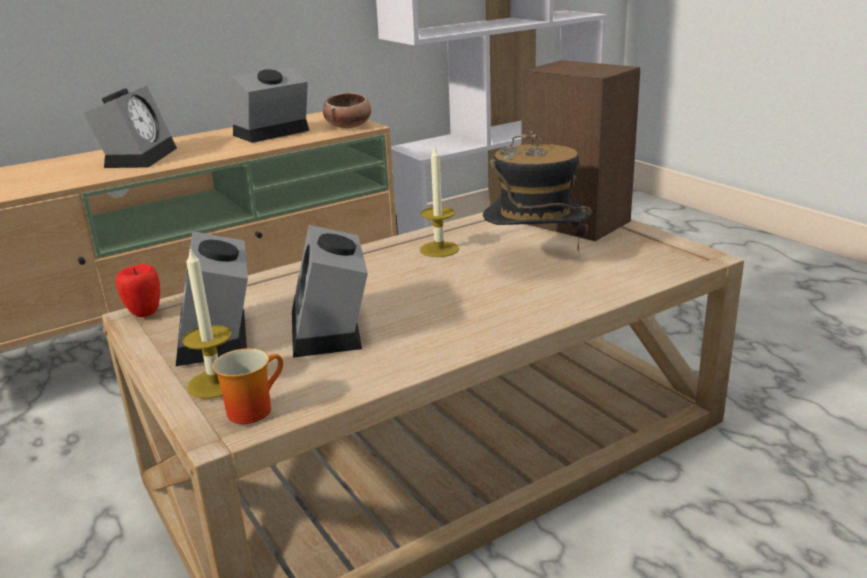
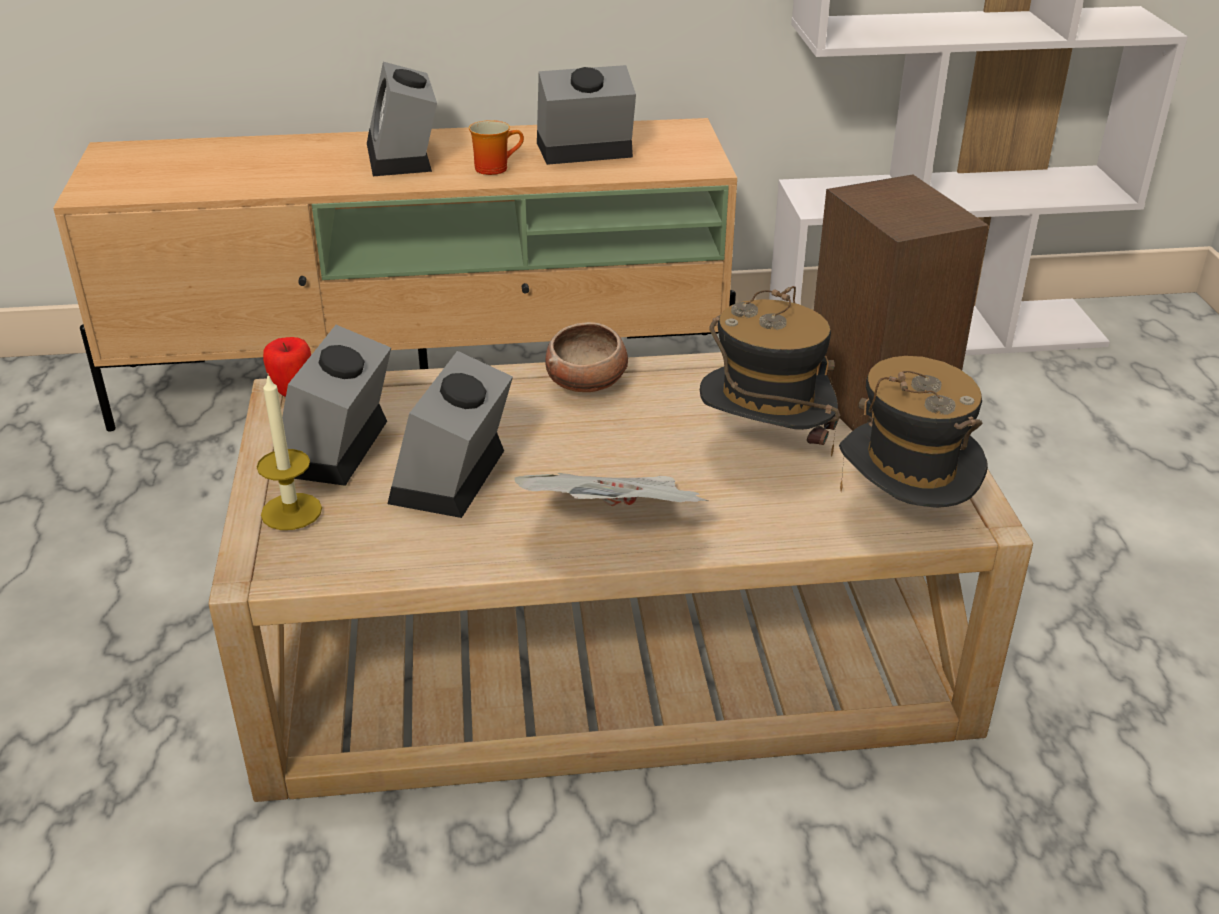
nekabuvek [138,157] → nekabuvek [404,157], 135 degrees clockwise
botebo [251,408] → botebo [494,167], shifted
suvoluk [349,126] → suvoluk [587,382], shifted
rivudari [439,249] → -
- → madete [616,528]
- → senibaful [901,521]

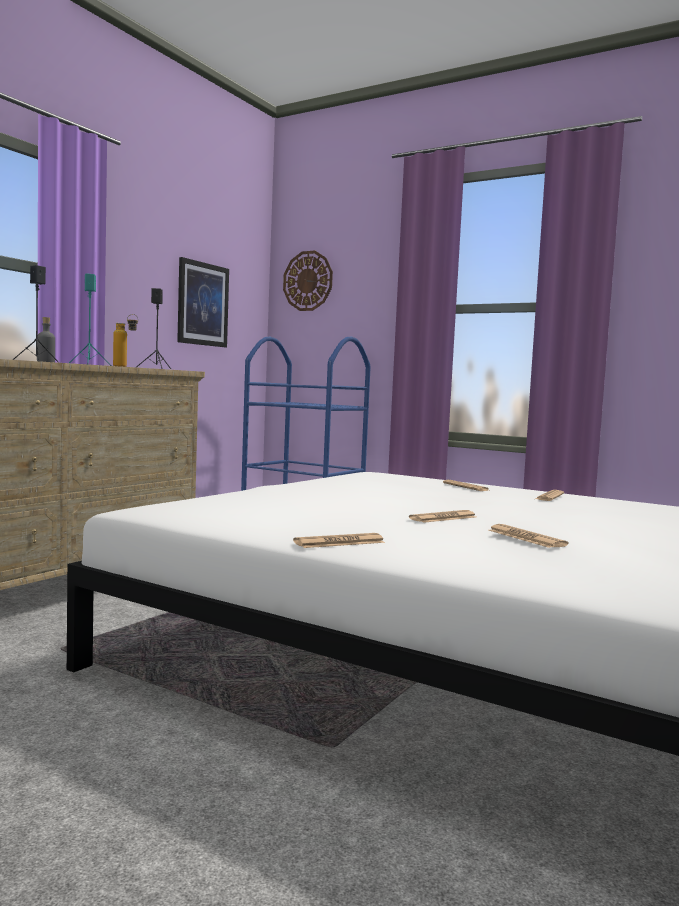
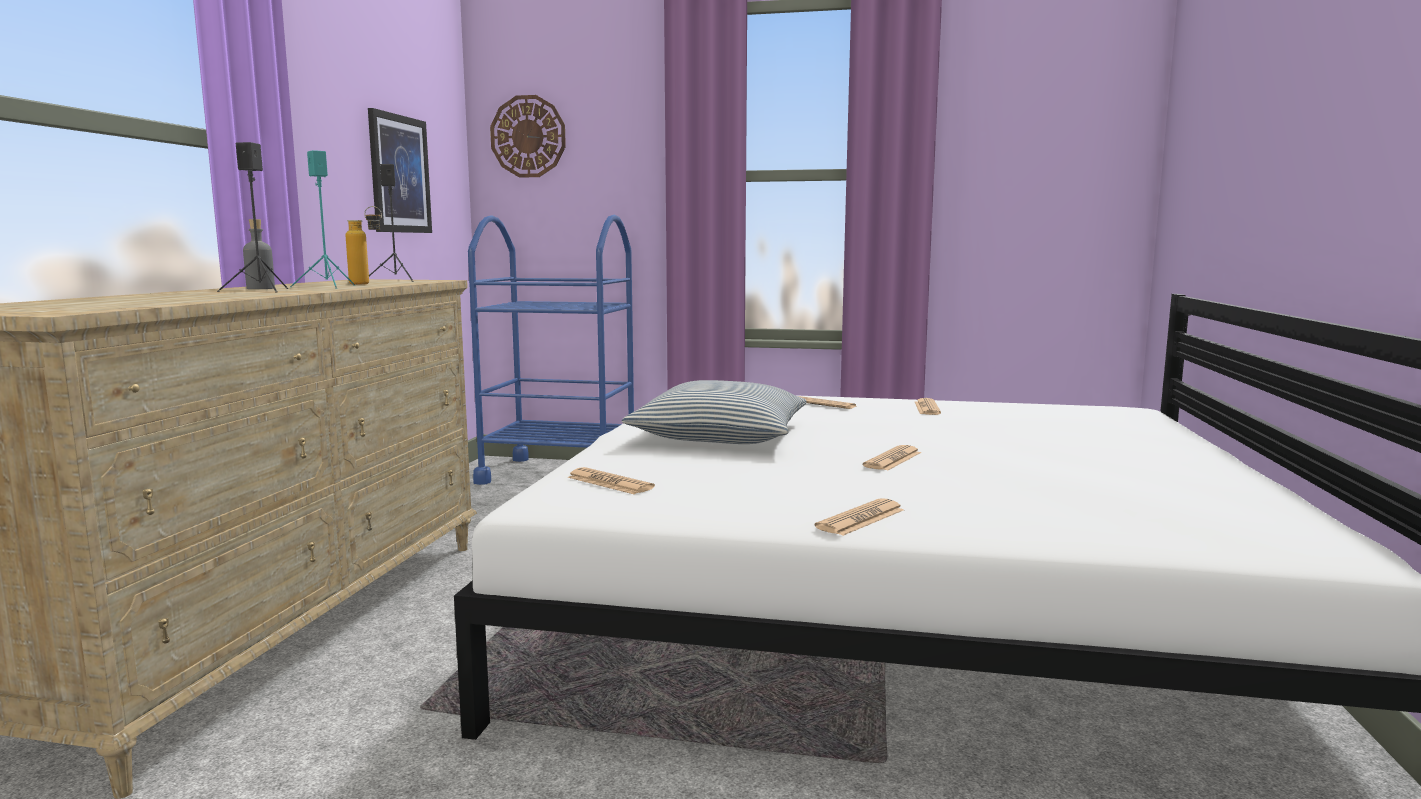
madete [526,538] → madete [609,483], shifted
- → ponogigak [720,435]

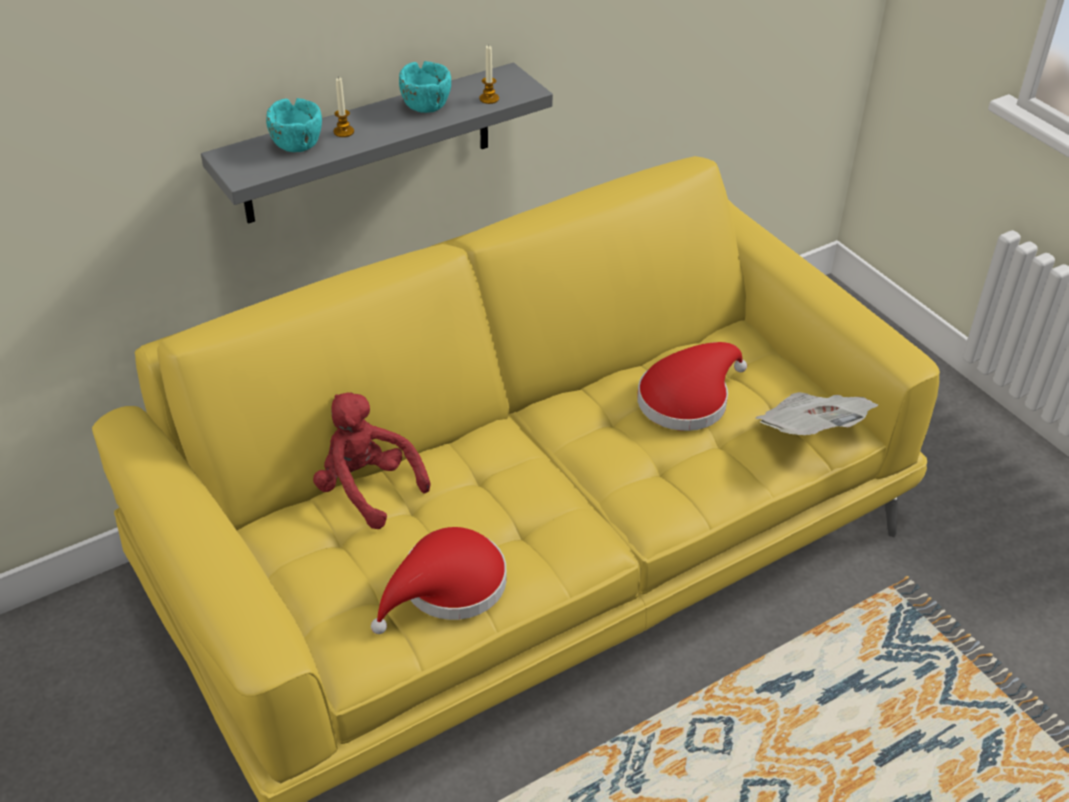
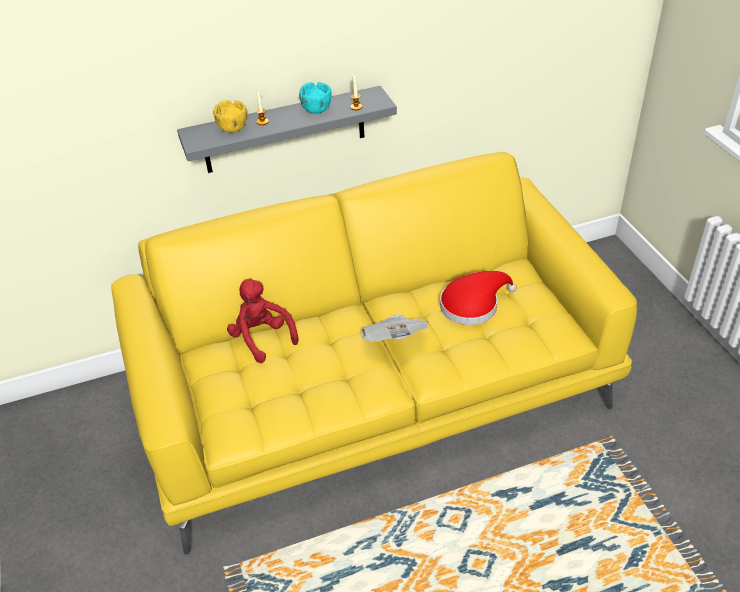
turquoise_suvoluk [297,145] → yellow_suvoluk [232,128]
red_senibaful [447,588] → -
madete [810,433] → madete [394,341], shifted

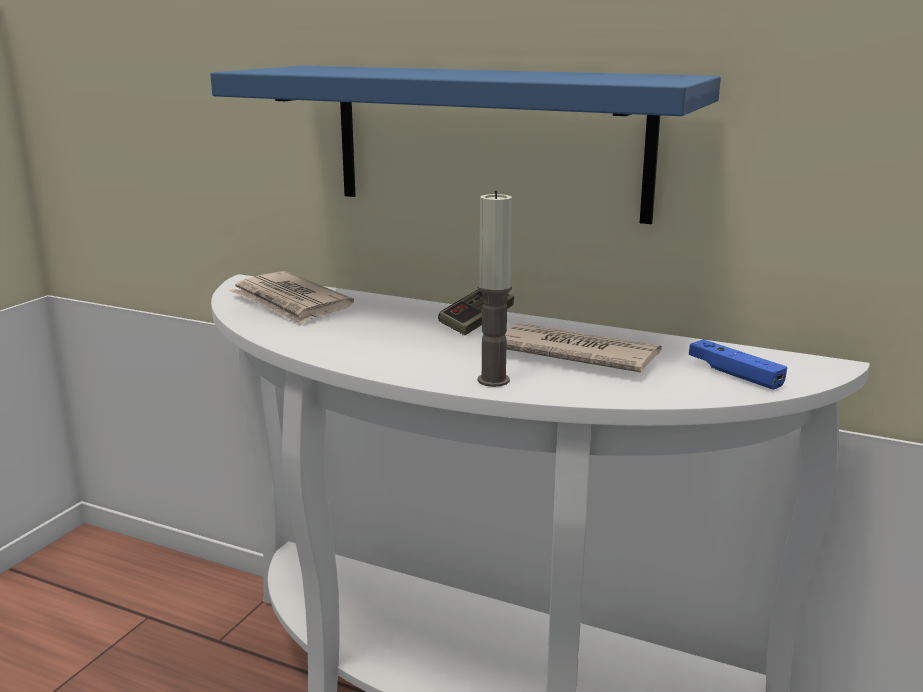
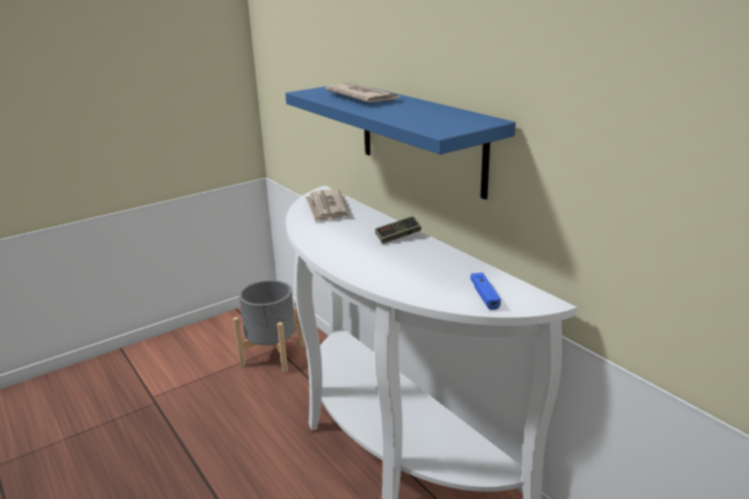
rivudari [493,380] → -
madete [575,354] → madete [363,97], shifted
- → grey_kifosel [272,355]

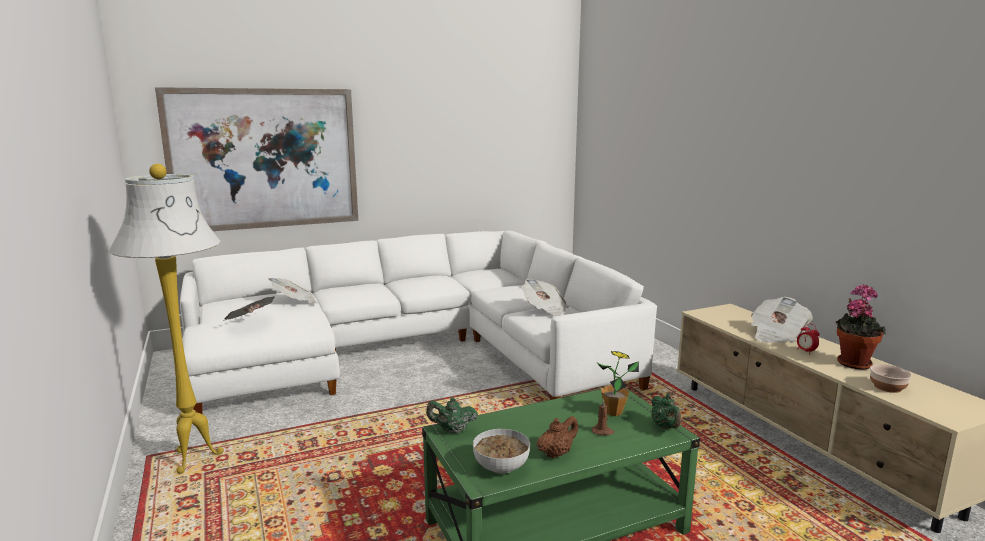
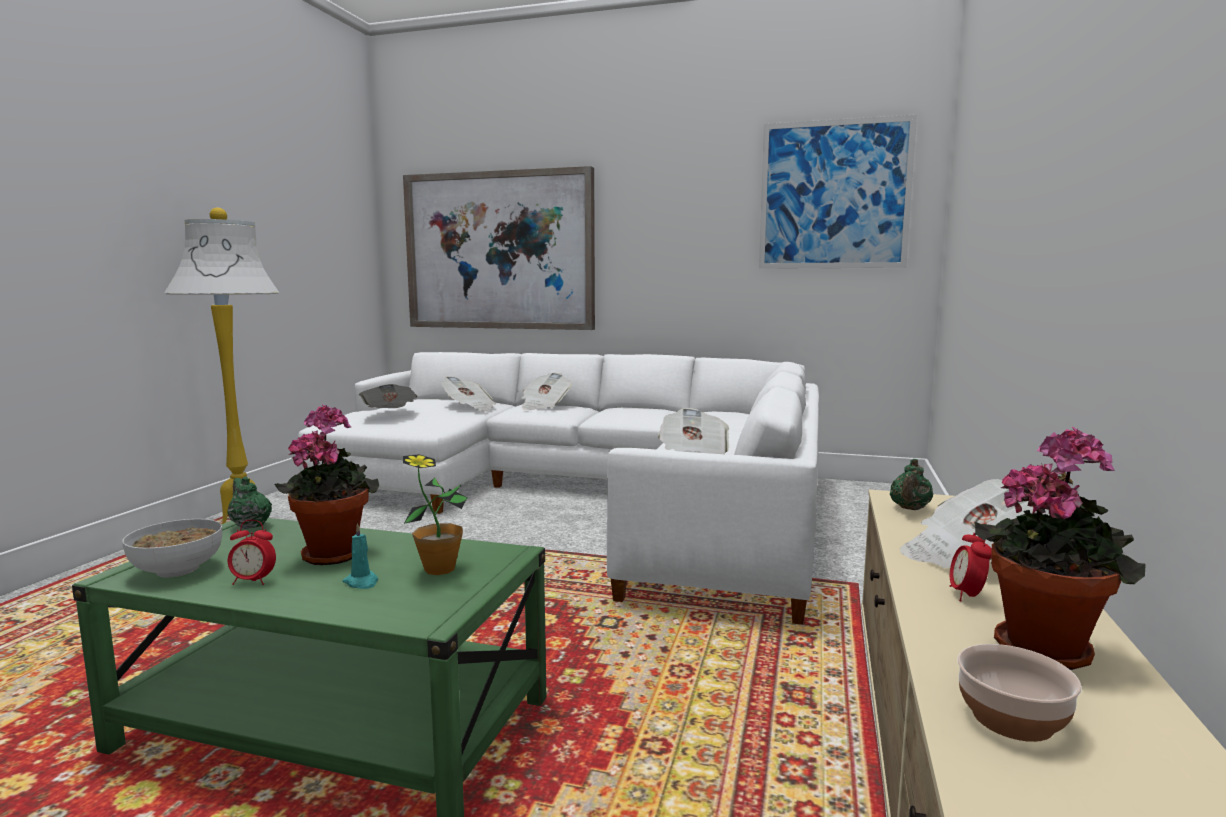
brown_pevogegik [556,453] → nekabuvek [253,581]
brown_rivudari [603,431] → turquoise_rivudari [362,582]
green_pevogegik [665,427] → green_pevogegik [909,509], shifted
- → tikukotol [333,553]
- → madete [544,406]
- → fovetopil [834,195]

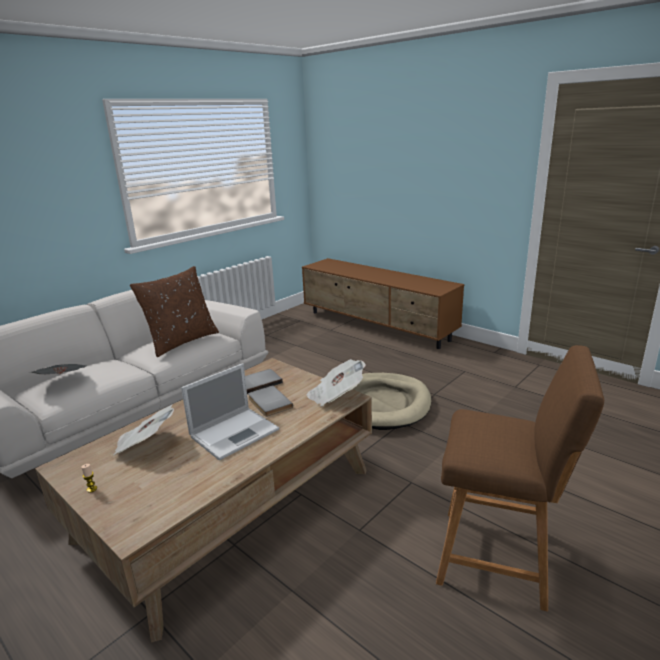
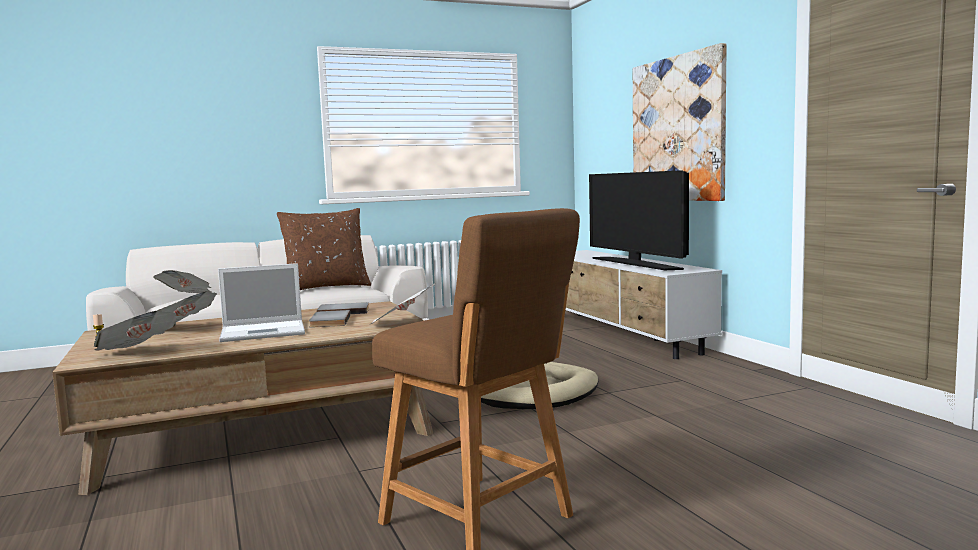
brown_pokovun [377,326] → white_pokovun [621,334]
- → madete [137,353]
- → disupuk [636,264]
- → fovetopil [677,129]

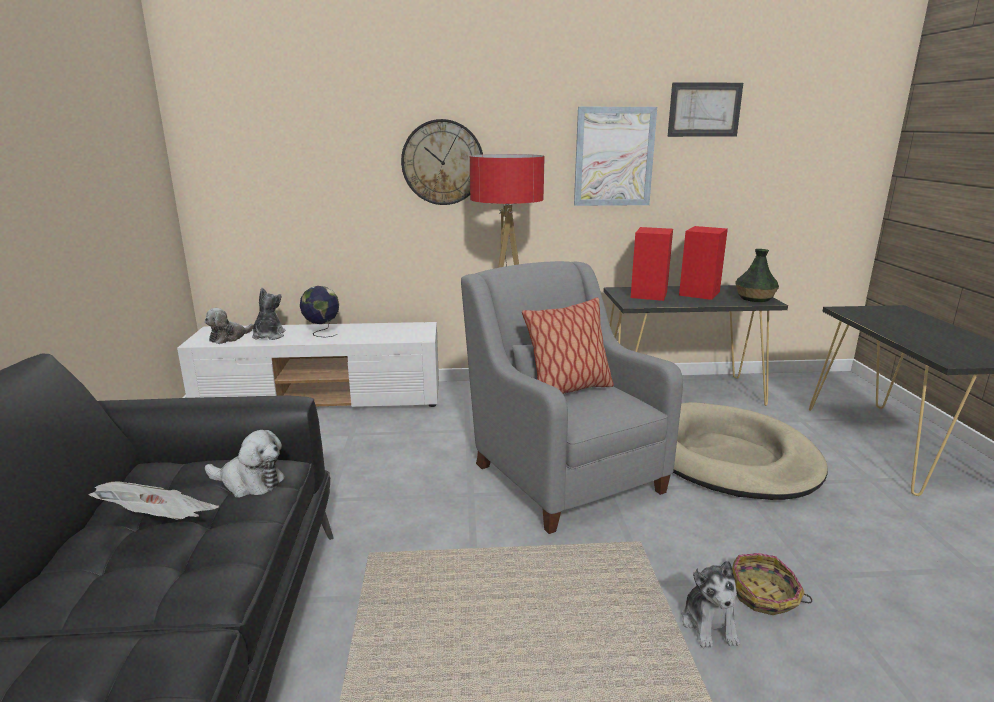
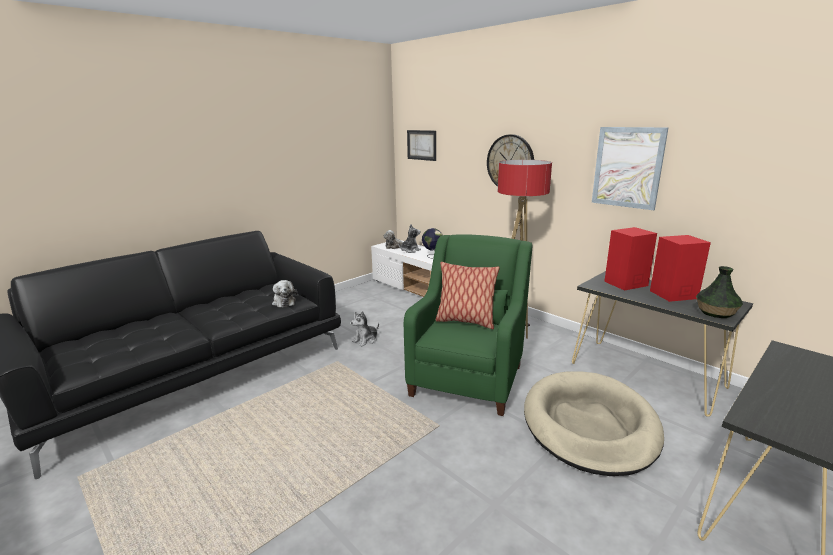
madete [162,523] → -
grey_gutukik [562,472] → green_gutukik [469,376]
fovetopil [704,109] → fovetopil [421,145], shifted
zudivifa [709,624] → zudivifa [366,340], shifted
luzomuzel [764,596] → -

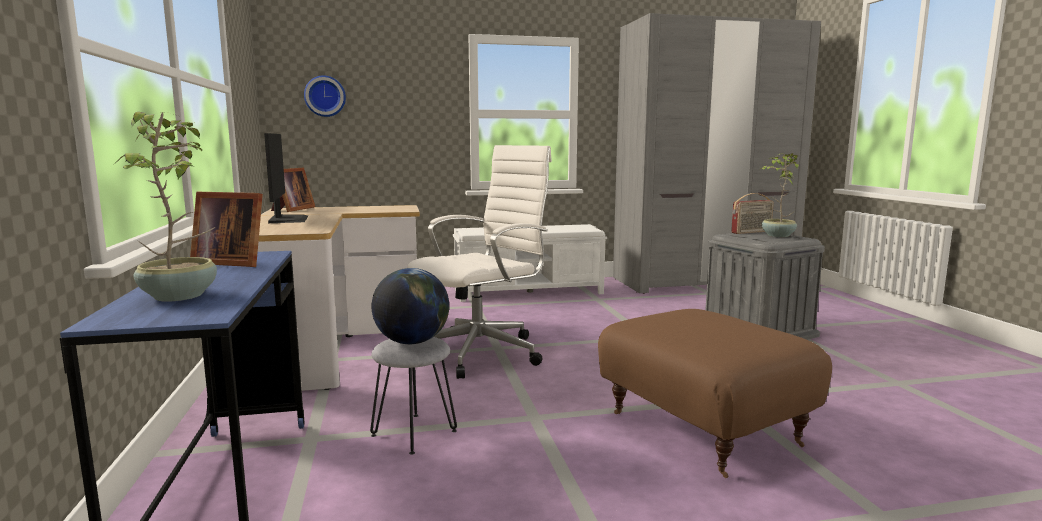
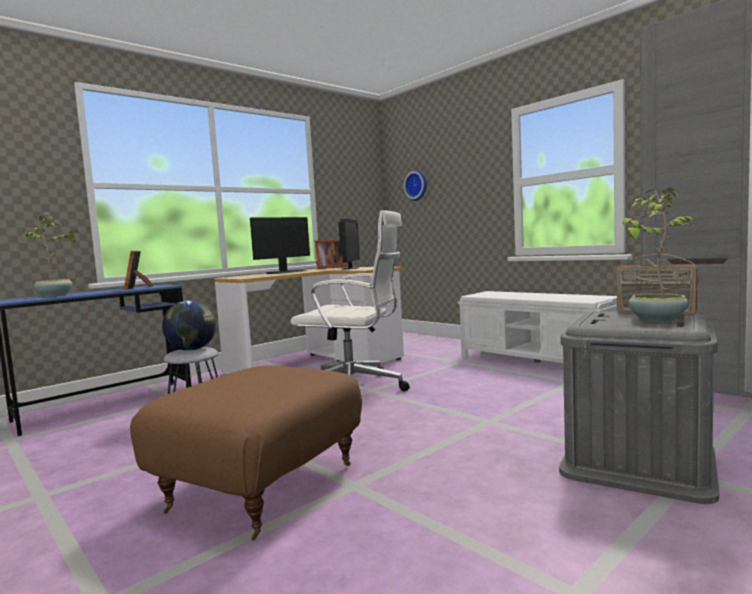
- → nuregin [350,268]

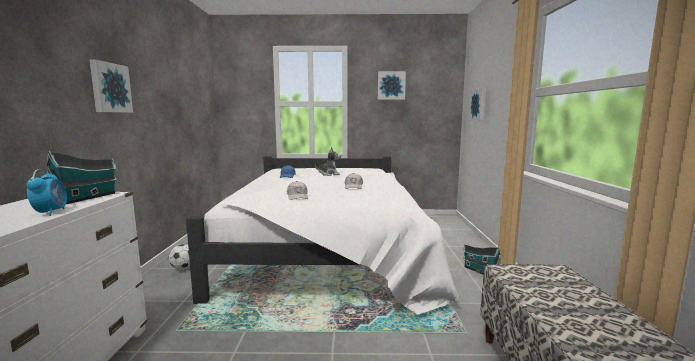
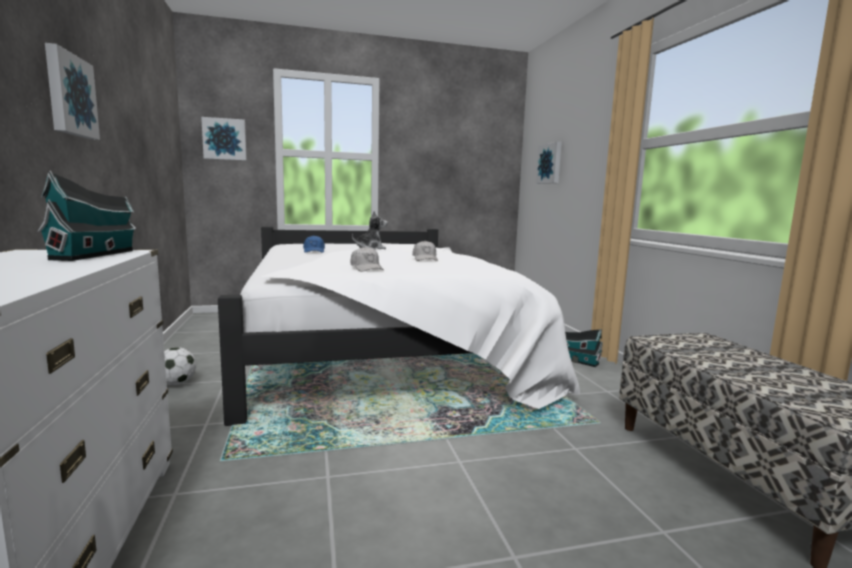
nekabuvek [51,212] → -
fovetopil [391,85] → fovetopil [224,139], shifted

